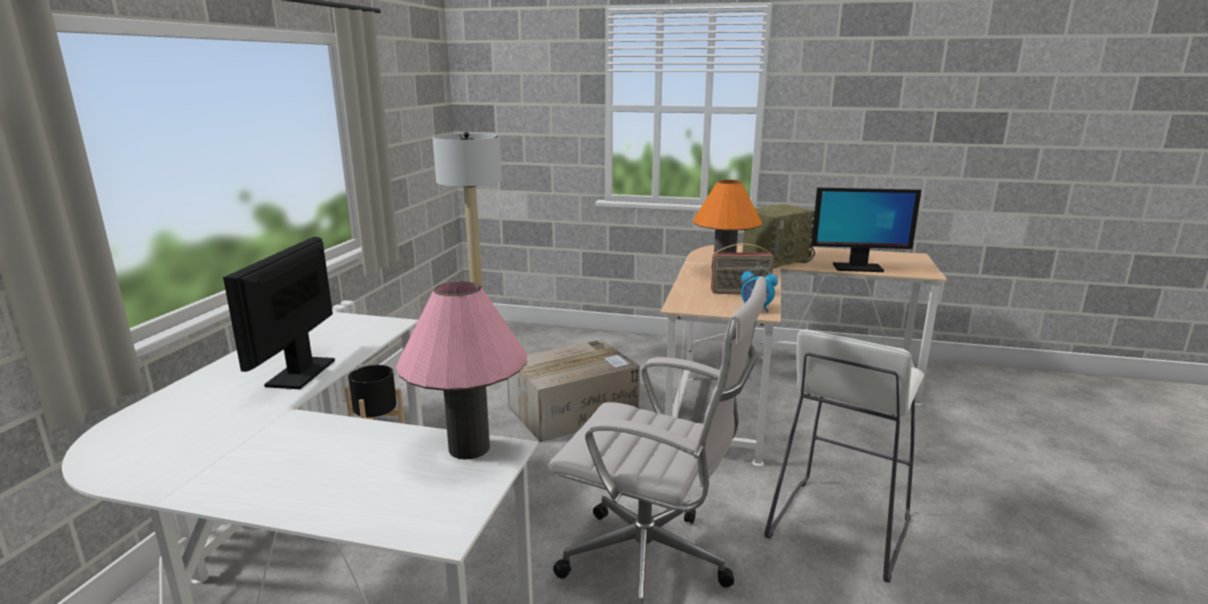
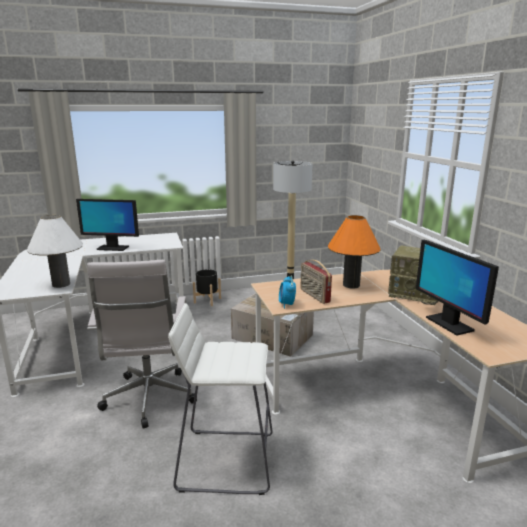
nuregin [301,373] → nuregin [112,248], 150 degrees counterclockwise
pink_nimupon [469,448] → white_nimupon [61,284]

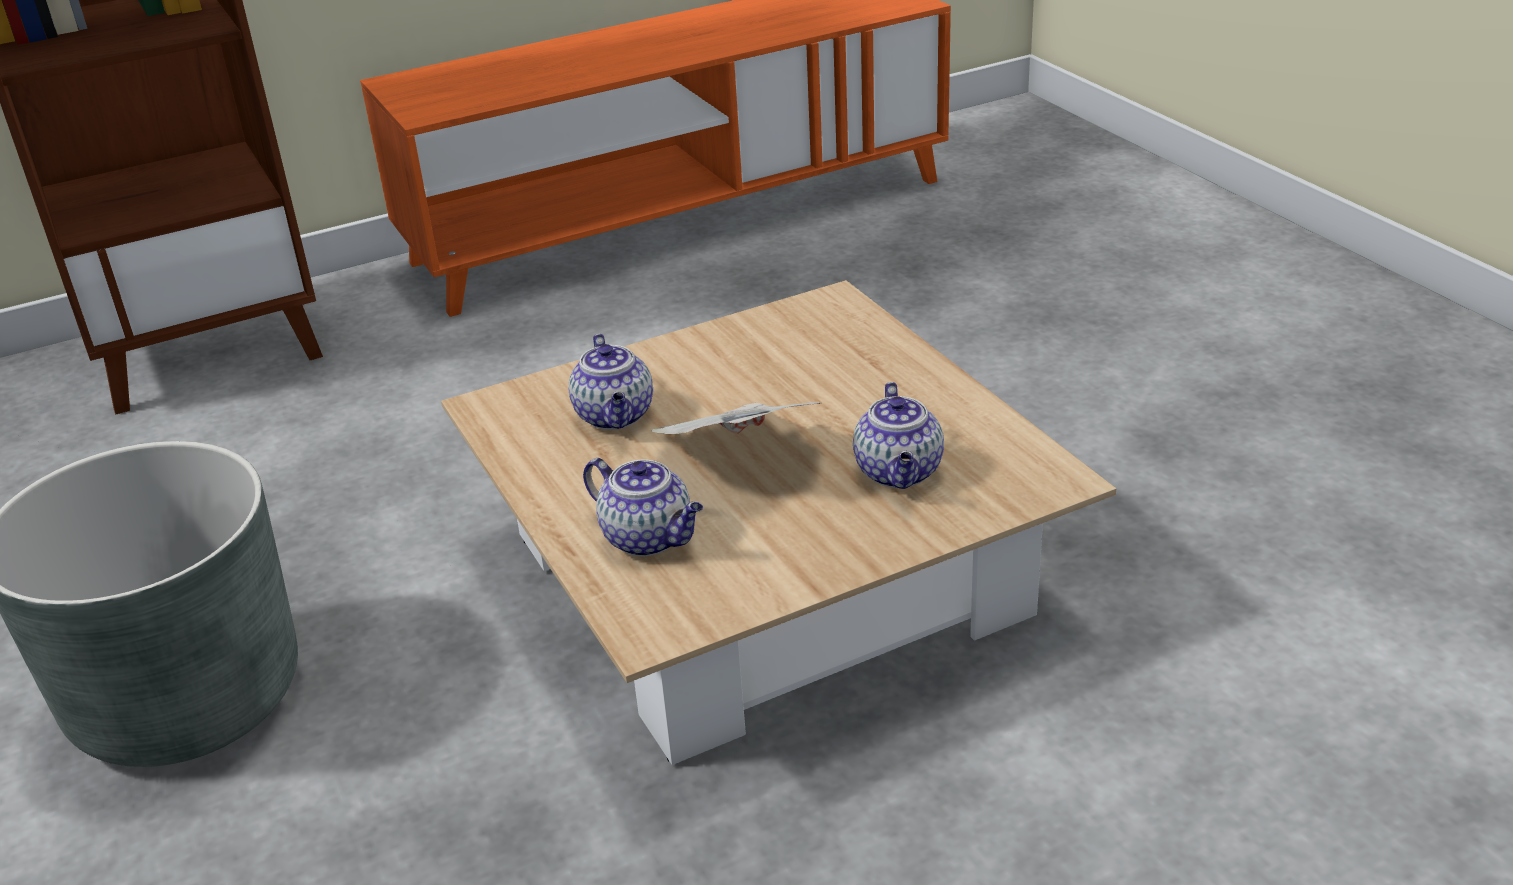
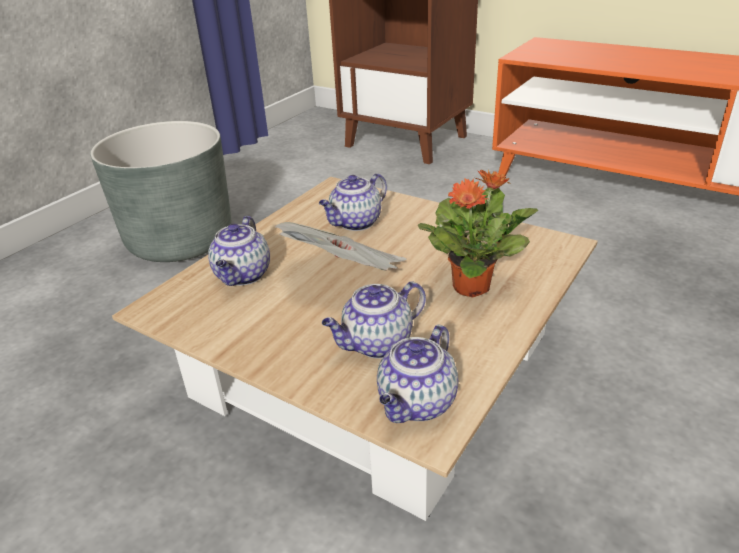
- → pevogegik [417,404]
- → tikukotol [472,286]

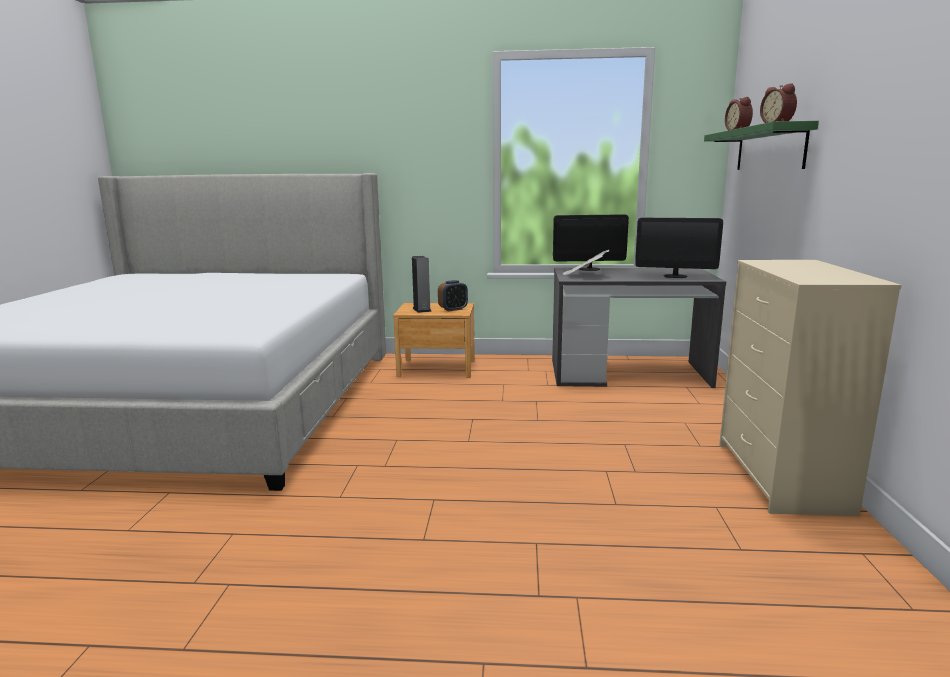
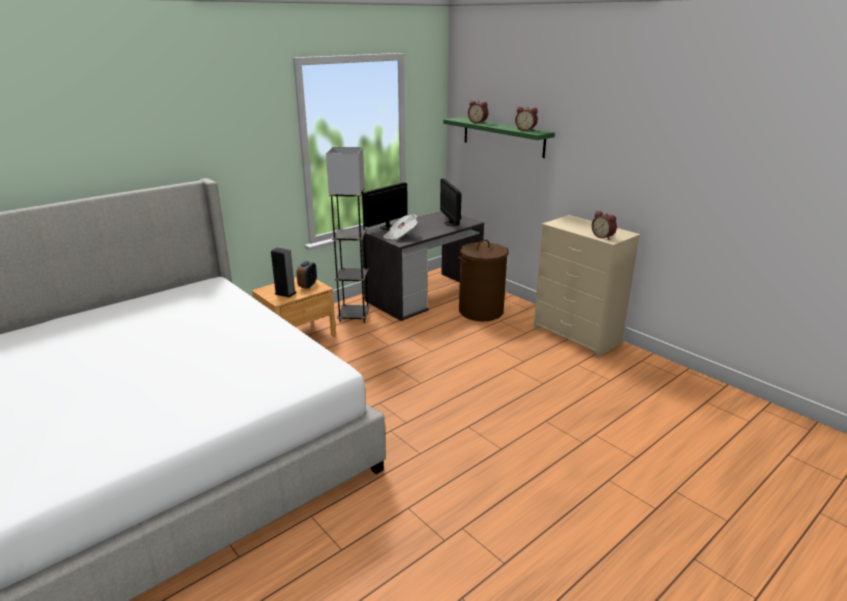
nuregin [675,276] → nuregin [451,223], 105 degrees clockwise
- → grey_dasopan [354,316]
- → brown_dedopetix [481,311]
- → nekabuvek [603,236]

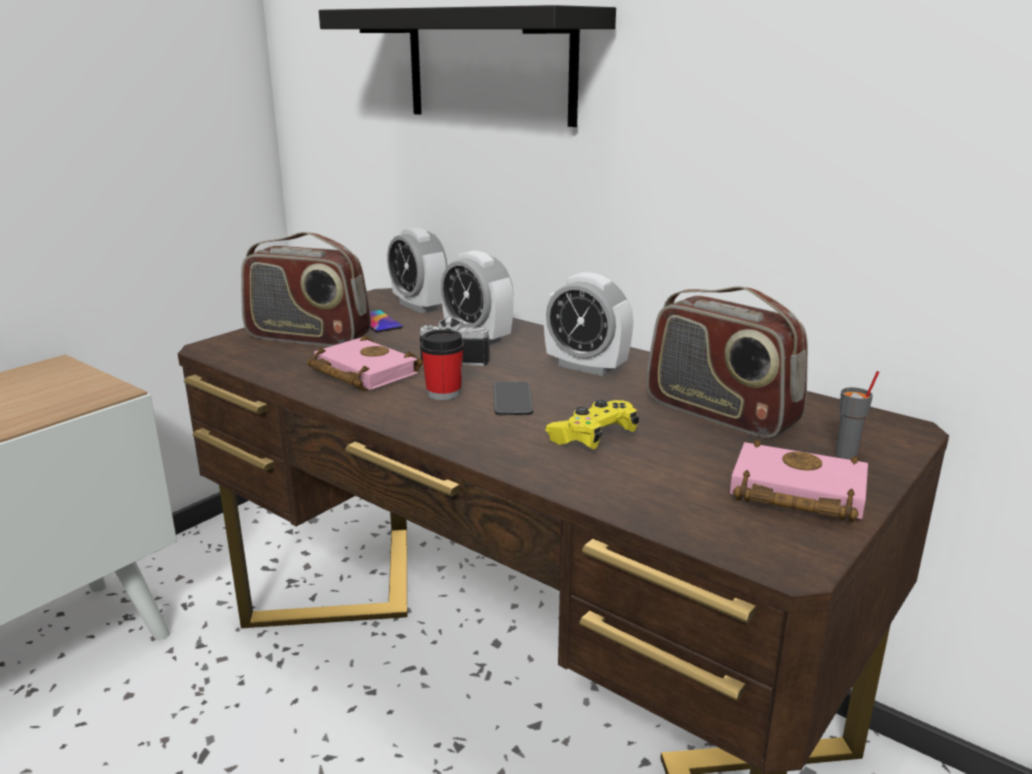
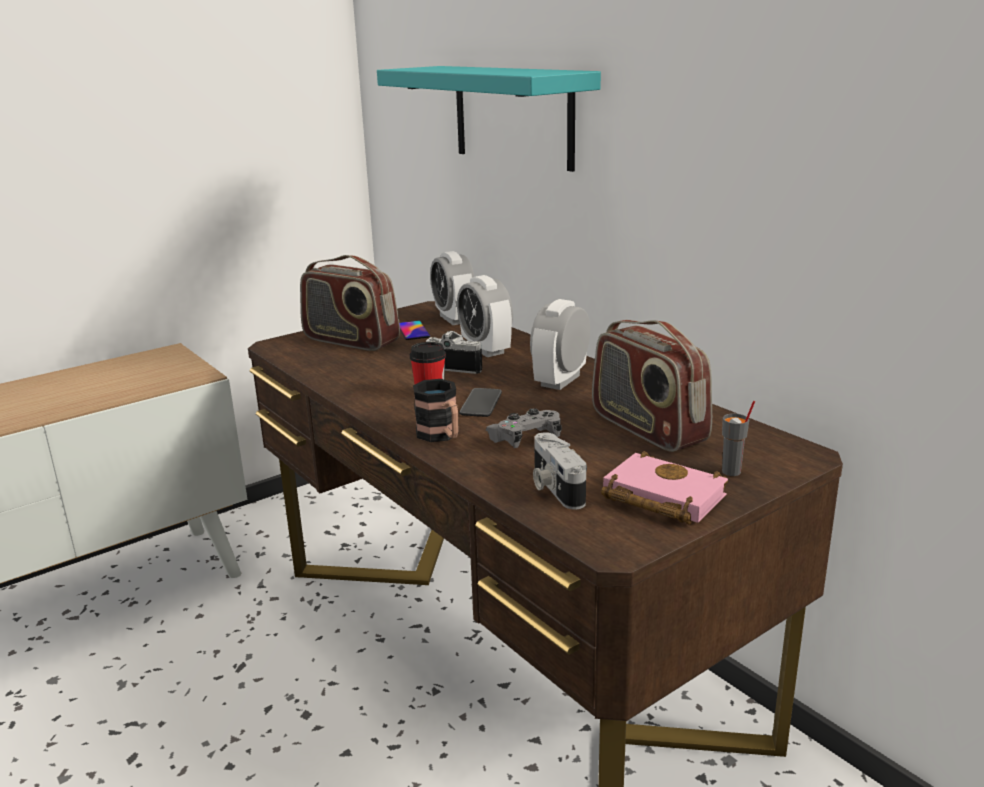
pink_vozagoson [360,372] → -
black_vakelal [490,65] → turquoise_vakelal [512,115]
nekabuvek [586,367] → nekabuvek [560,380], 75 degrees clockwise
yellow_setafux [593,438] → grey_setafux [525,439]
- → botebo [441,436]
- → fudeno [554,487]

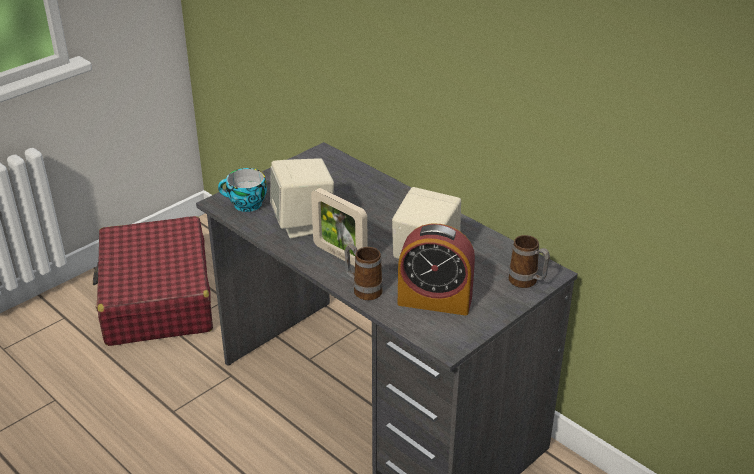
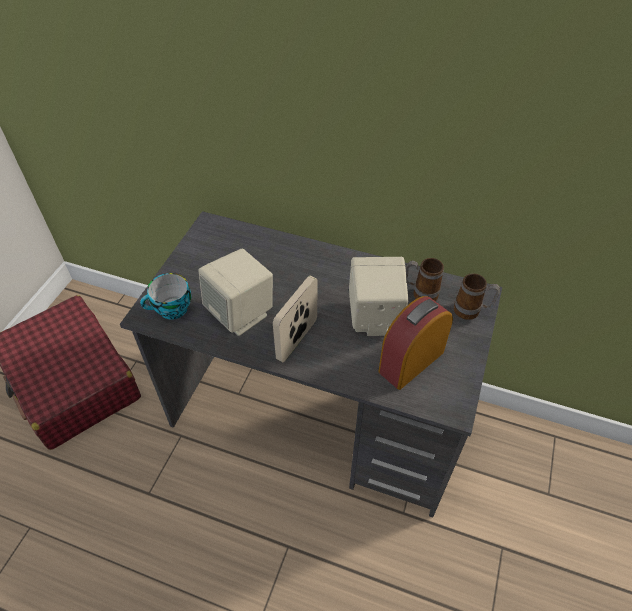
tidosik [340,255] → tidosik [297,339], 105 degrees clockwise
botebo [363,289] → botebo [420,293], shifted
nekabuvek [434,301] → nekabuvek [411,361], 150 degrees clockwise

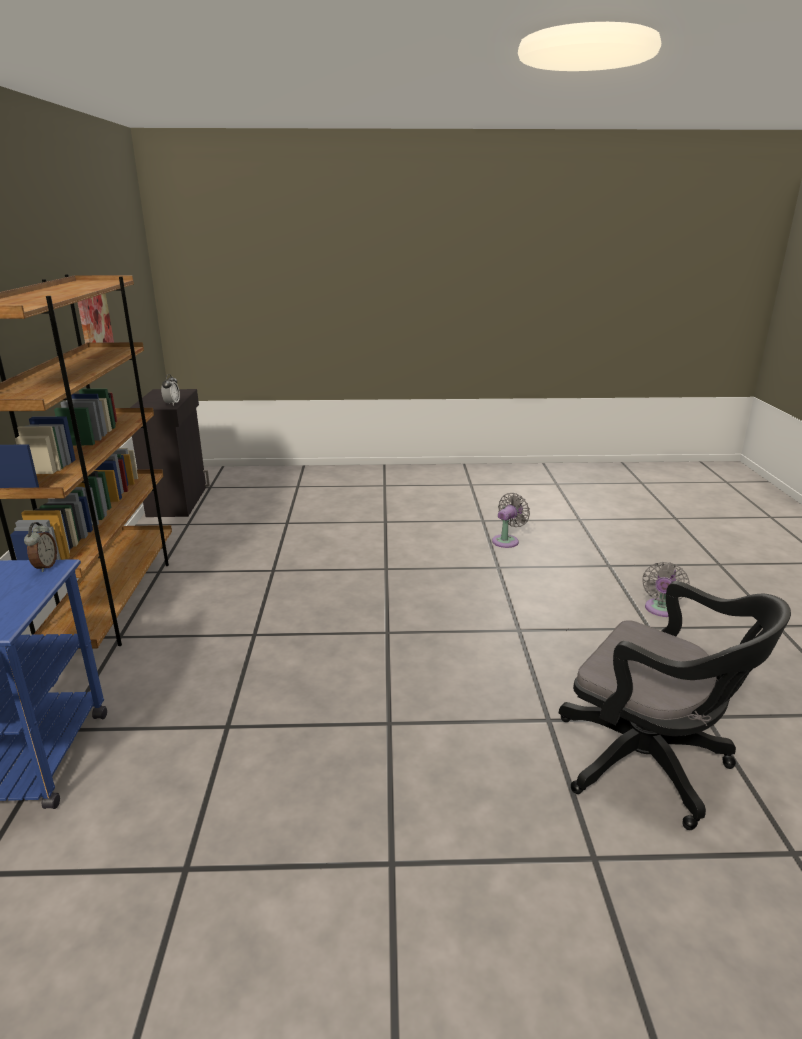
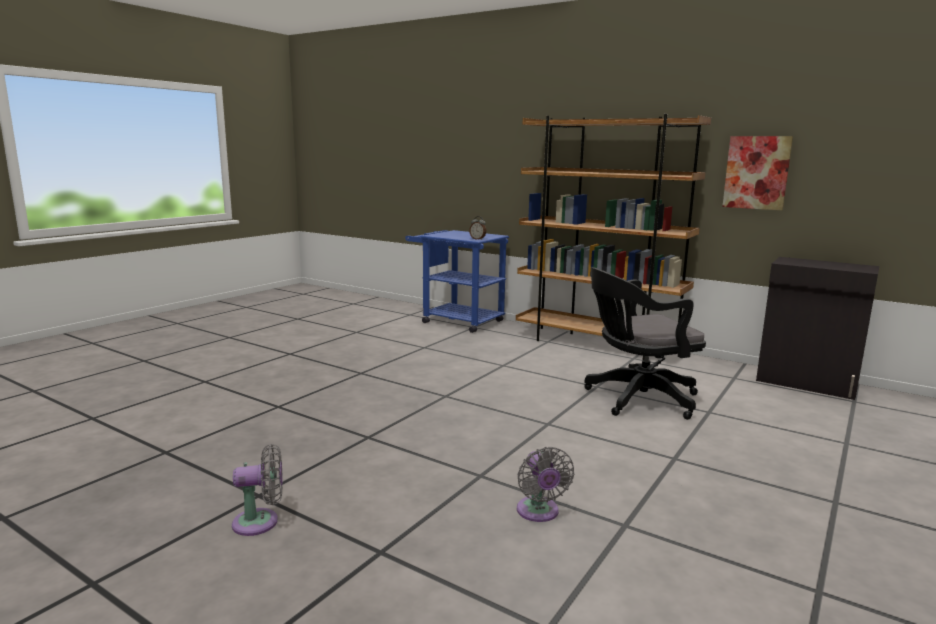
nekabuvek [172,404] → -
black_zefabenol [650,764] → black_zefabenol [636,399], shifted
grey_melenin [660,610] → grey_melenin [260,522], 105 degrees clockwise

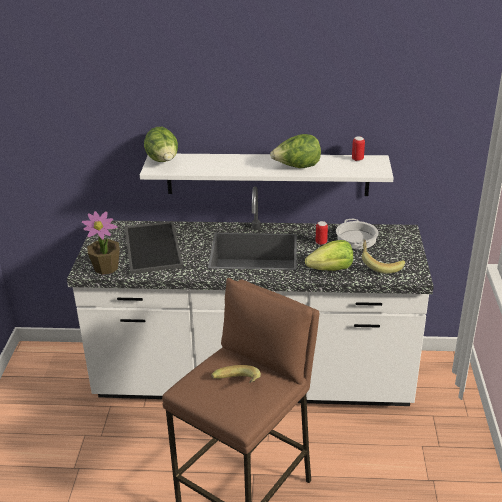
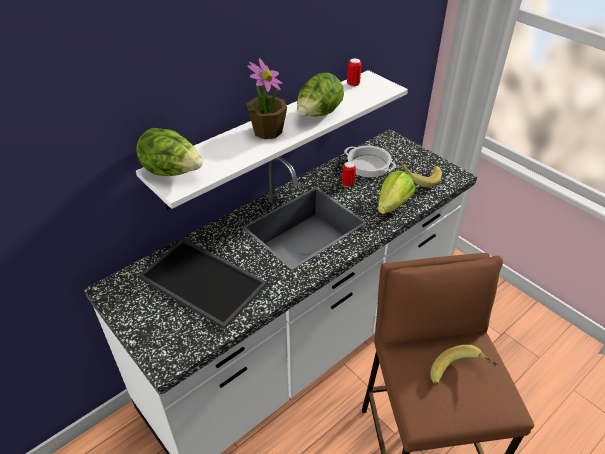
tikukotol [106,267] → tikukotol [267,131], shifted

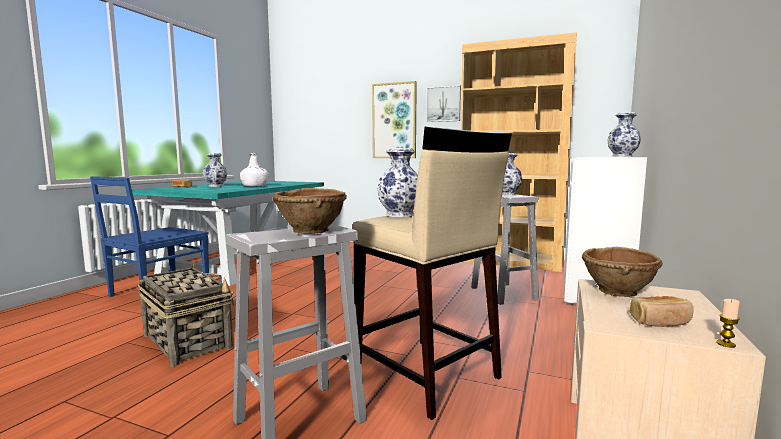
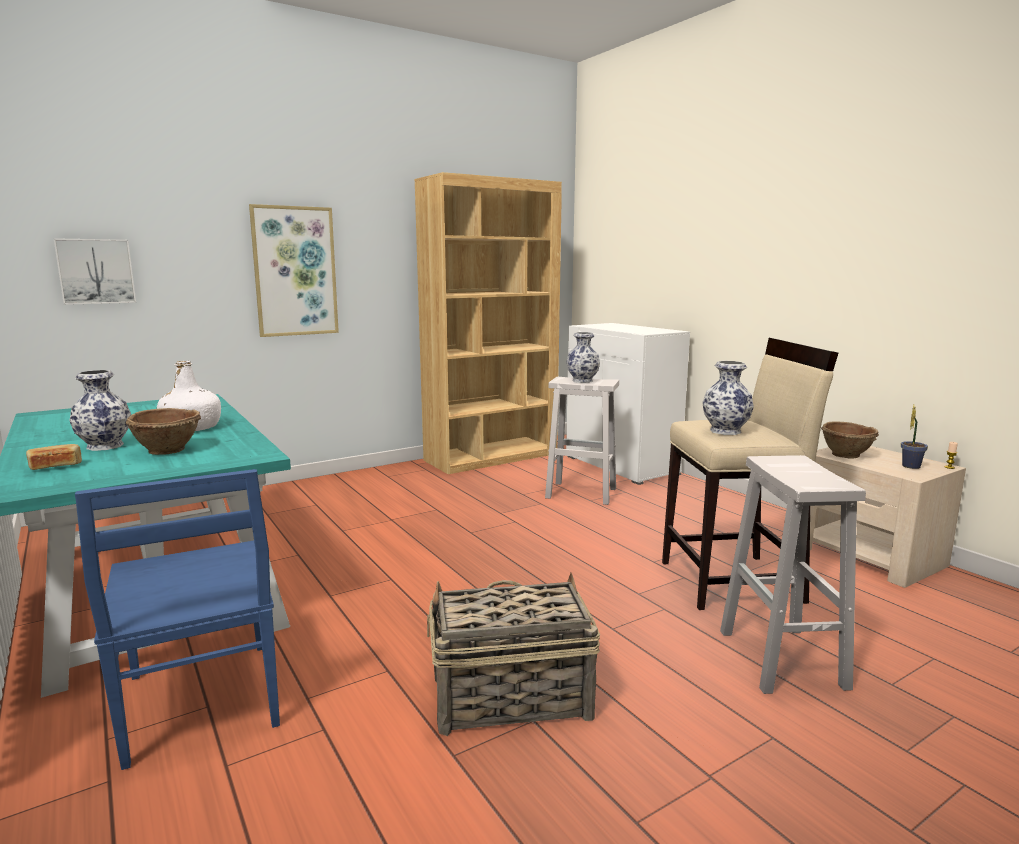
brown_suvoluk [311,231] → brown_suvoluk [168,450], shifted
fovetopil [444,104] → fovetopil [96,271], shifted
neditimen [623,156] → -
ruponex [660,322] → tikukotol [911,466]

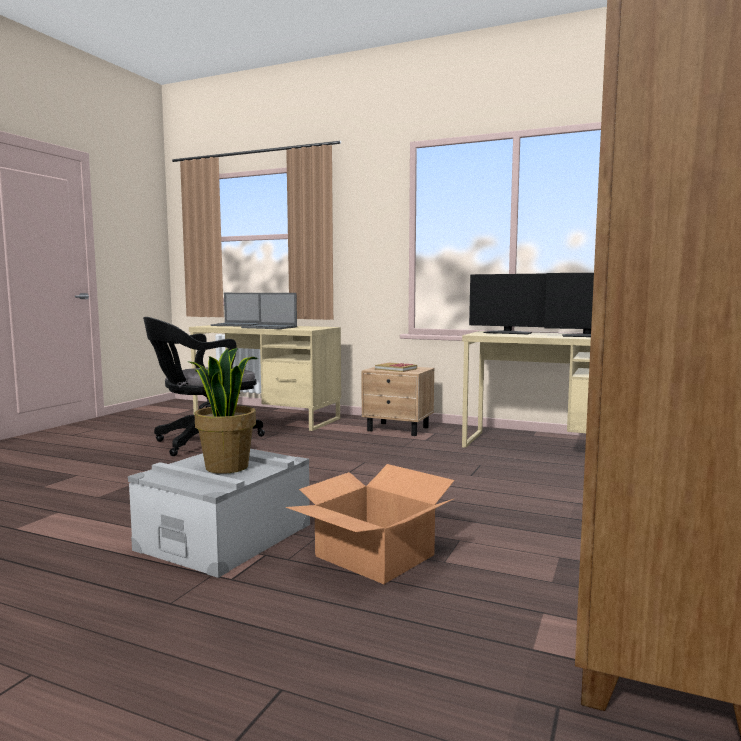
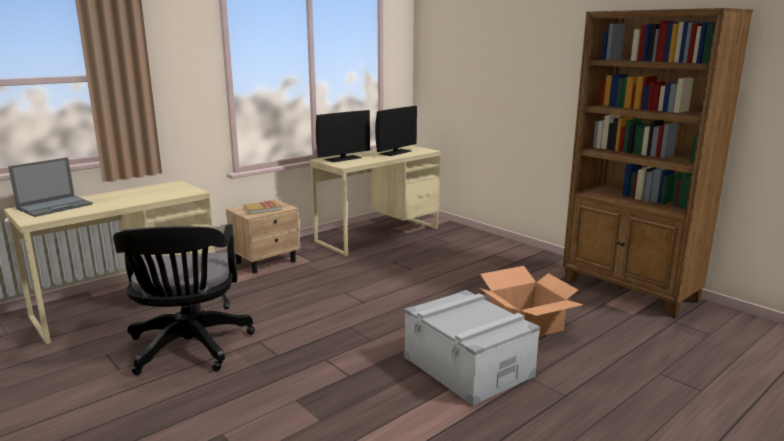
tikukotol [226,467] → -
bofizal [270,327] → -

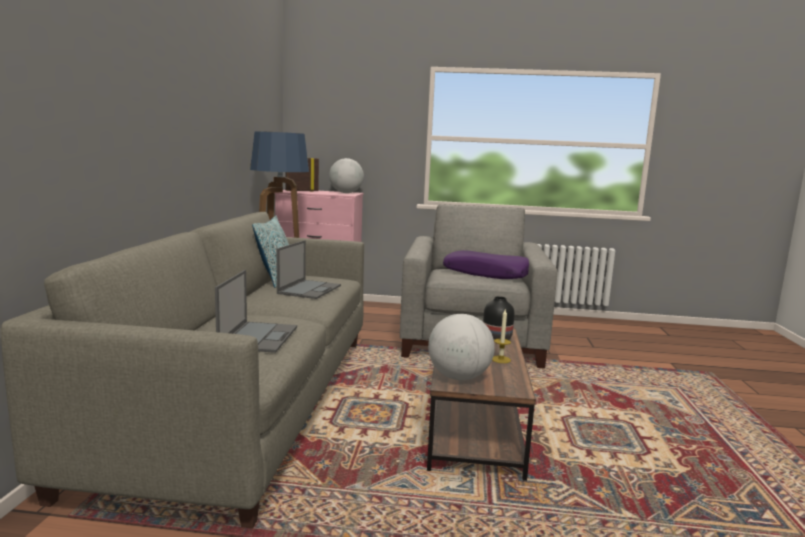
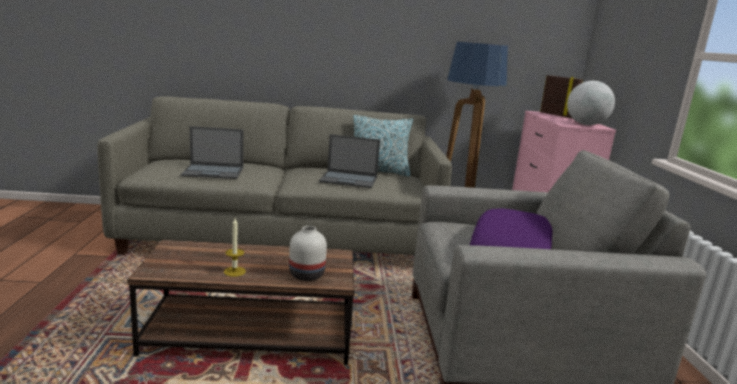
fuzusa [459,377] → -
black_neditimen [497,338] → white_neditimen [305,275]

